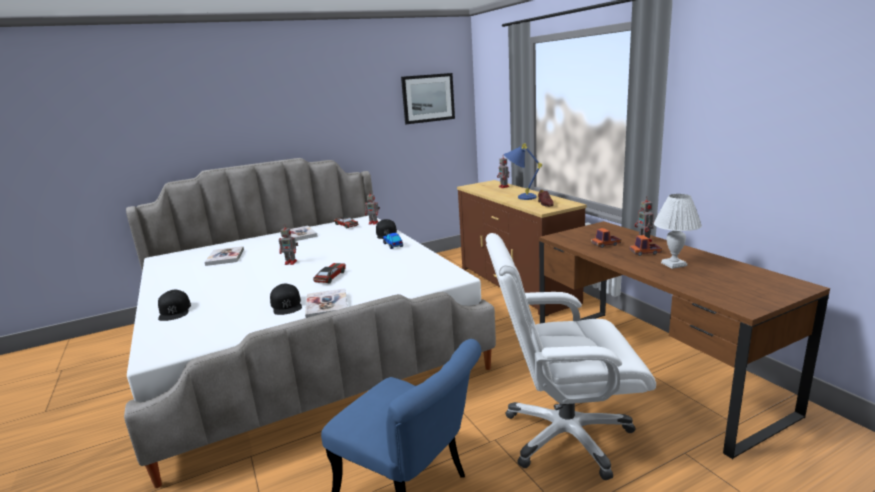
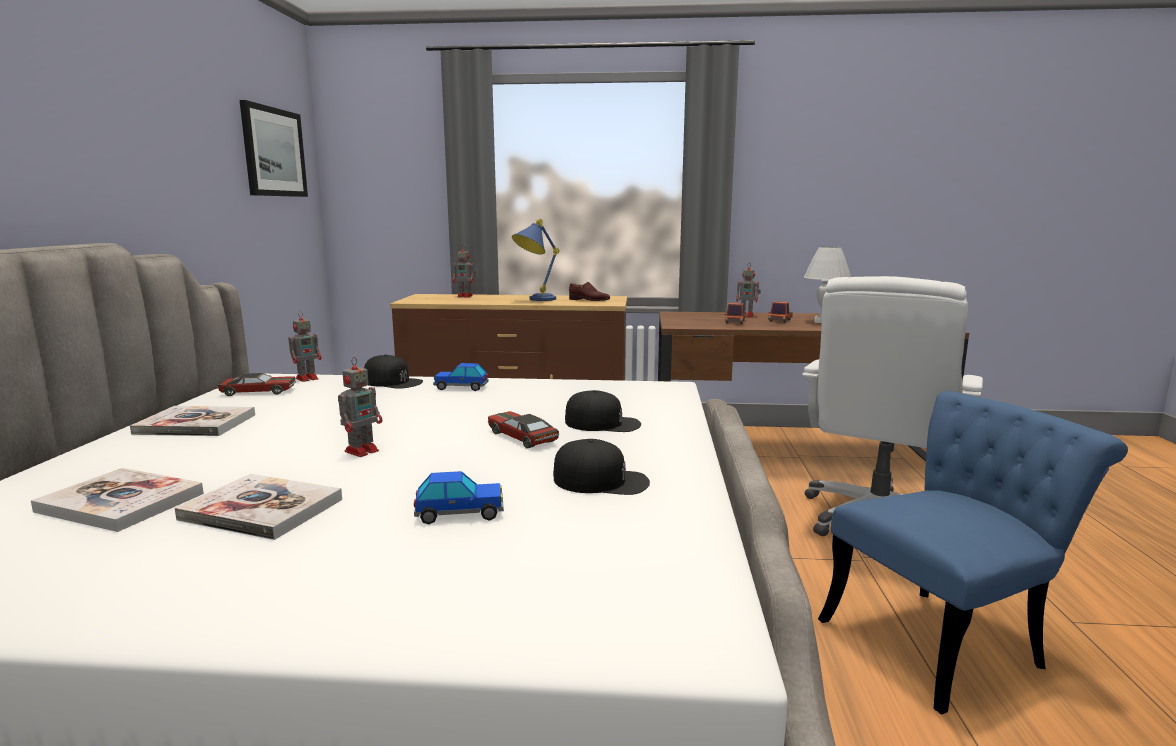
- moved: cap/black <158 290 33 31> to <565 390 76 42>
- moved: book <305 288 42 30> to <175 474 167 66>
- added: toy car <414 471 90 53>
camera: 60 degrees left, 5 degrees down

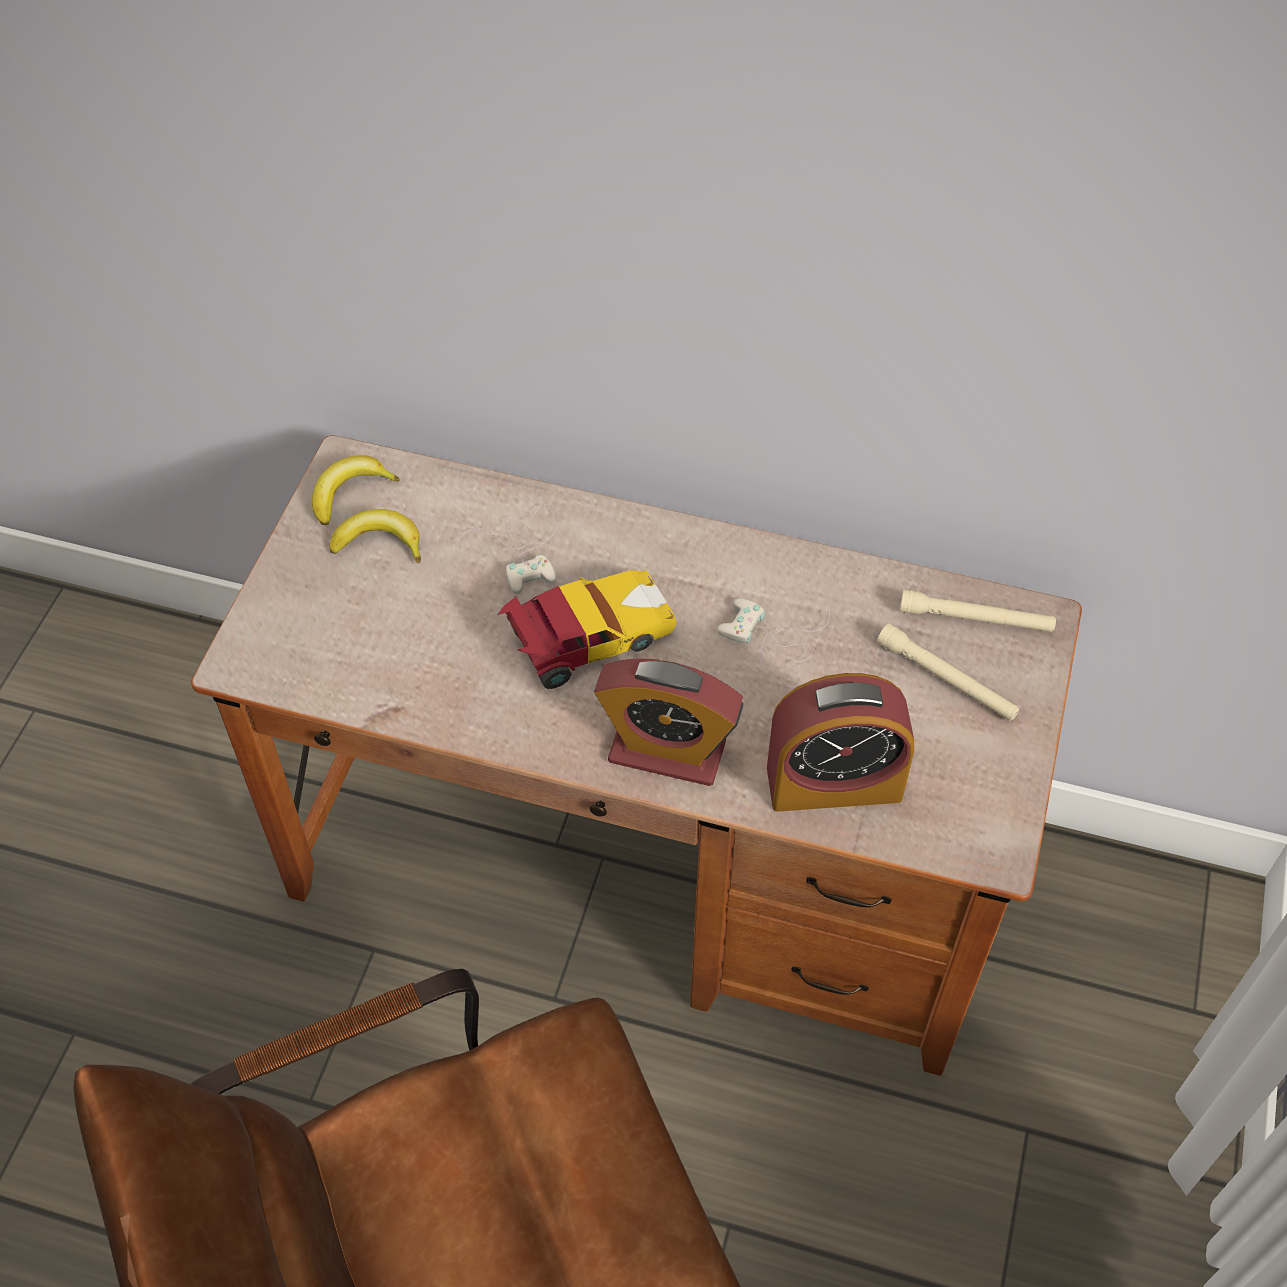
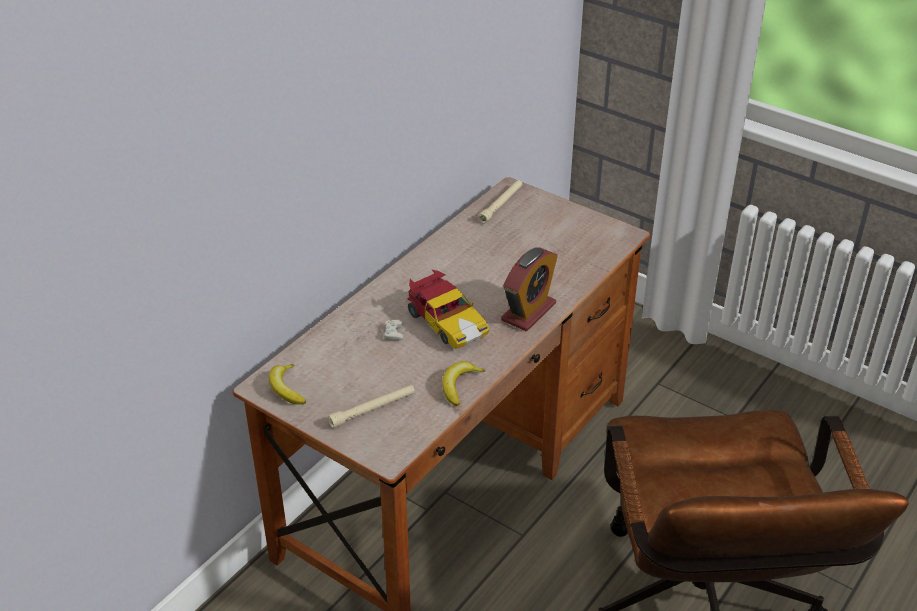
- moved: banana <329 509 92 55> to <442 361 44 45>
- turned: toy car <498 570 179 119> = <407 269 83 80> 150 degrees clockwise
- removed: game controller/white <717 598 113 90>
- removed: alarm clock <767 673 147 139>
- moved: flashlight/beige <877 624 142 97> to <328 385 87 43>
camera: 70 degrees left, 15 degrees down

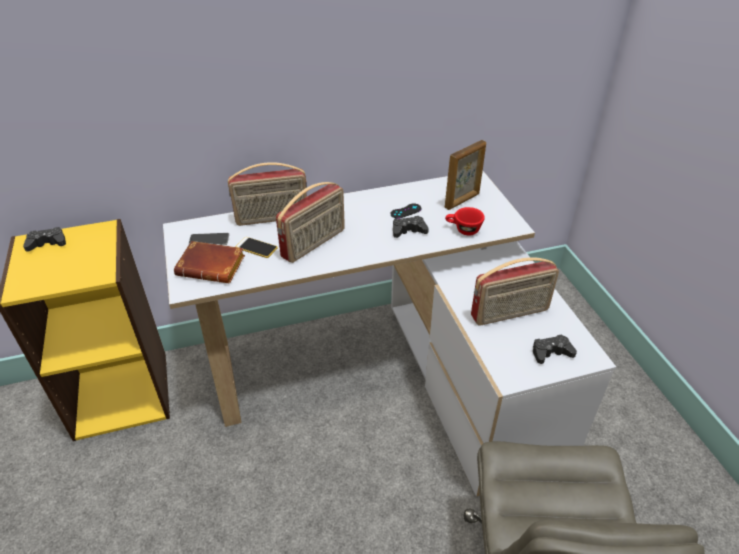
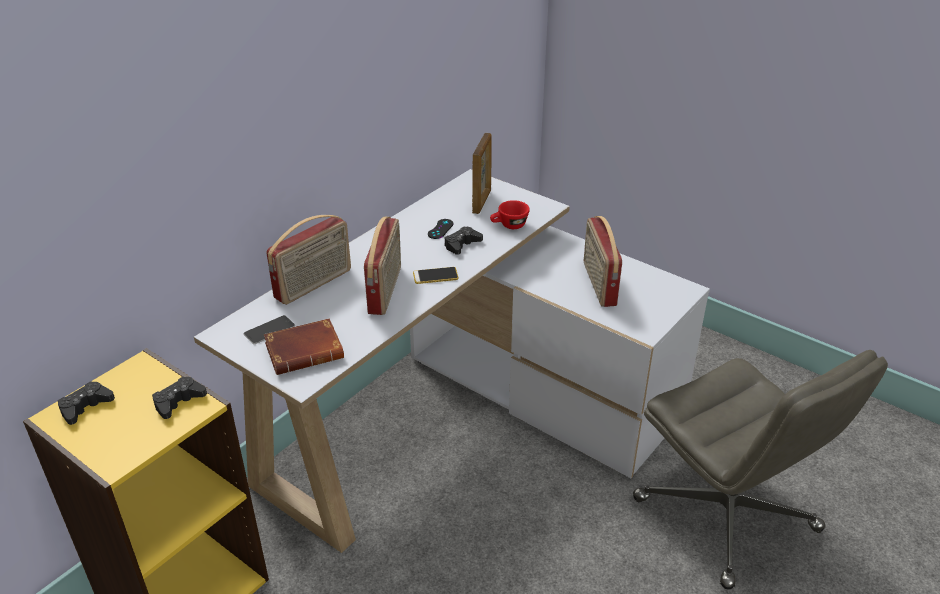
- moved: phone <235 237 43 21> to <413 267 46 17>
- turned: radio <471 257 88 69> = <584 216 38 91> 135 degrees clockwise
- moved: game controller/black <533 334 44 30> to <152 376 55 43>
camera: 35 degrees left, 5 degrees down

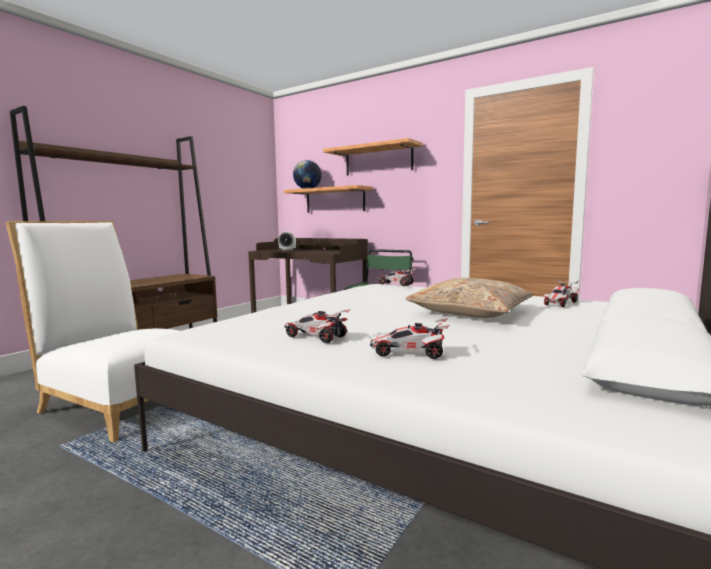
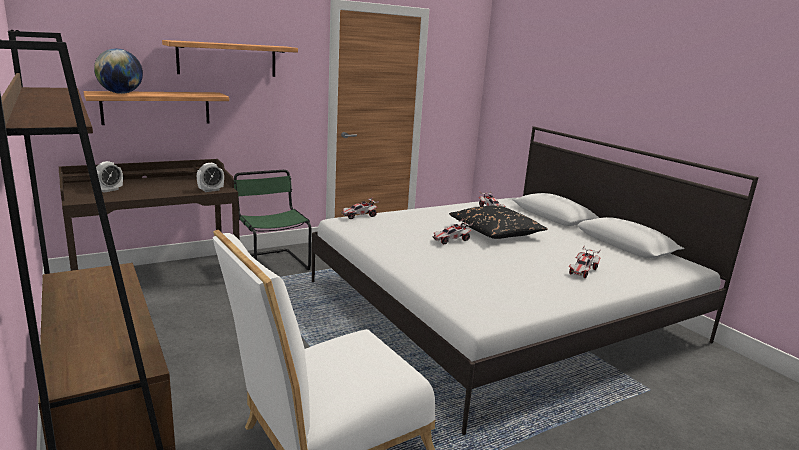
- moved: toy car <284 309 66 34> to <433 219 40 25>
- recoloured: pillow/beige <405 278 129 40> to pillow/black <449 205 99 34>
- added: alarm clock <197 163 27 29>
camera: 65 degrees left, 10 degrees up

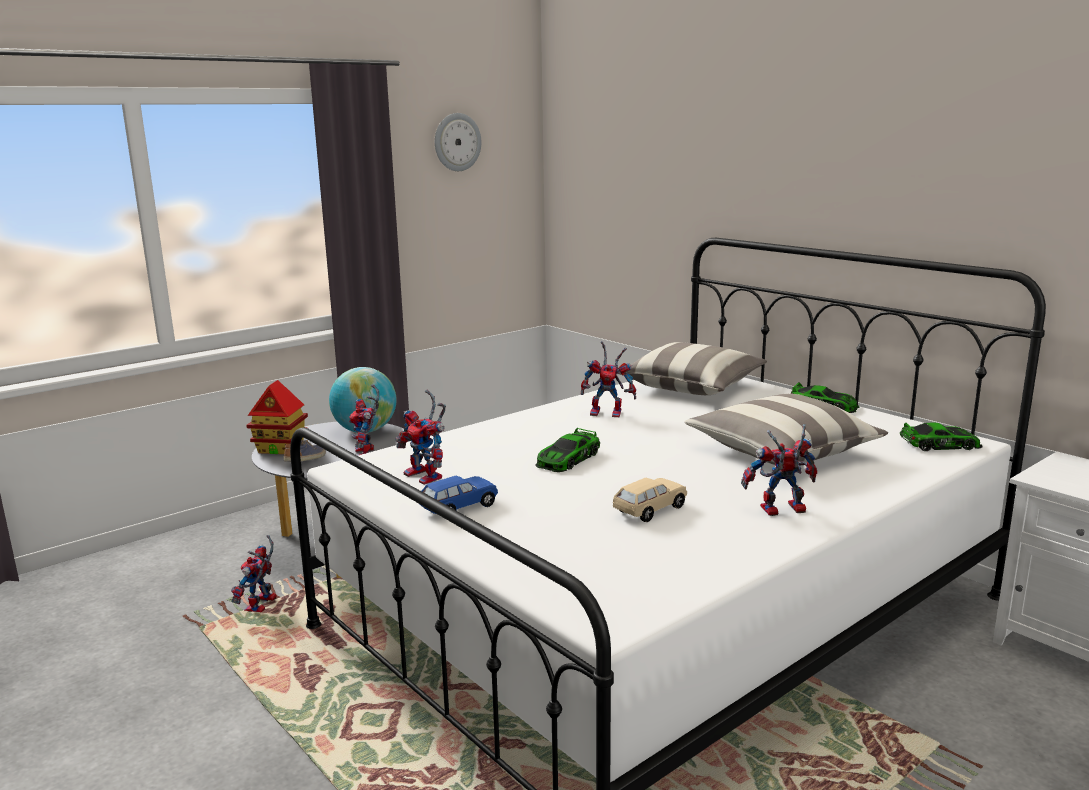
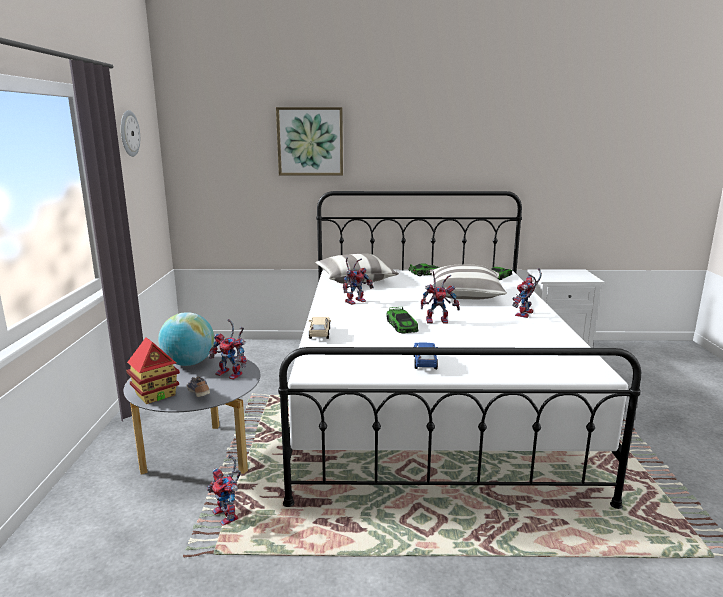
- moved: toy robot <395 390 51 95> to <421 271 39 52>
- moved: toy car/beige <613 478 74 44> to <309 317 22 22>
- added: picture <276 107 67 68>
camera: 50 degrees left, 0 degrees up

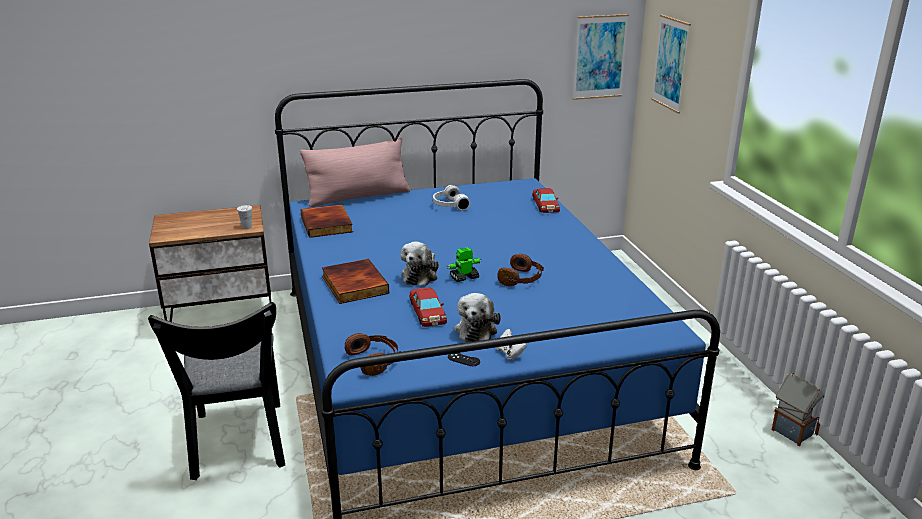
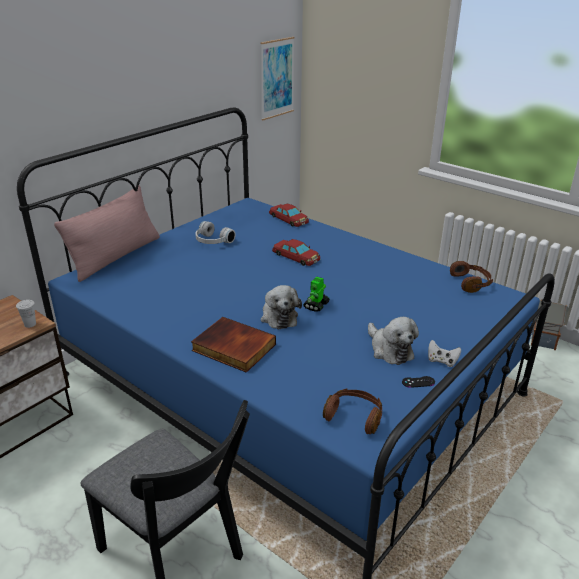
- removed: book <301 204 52 34>
- moved: toy car/red <409 287 38 40> to <272 239 48 27>
- moved: headphones/brown <497 254 47 32> to <450 261 43 32>
- removed: picture <651 15 40 99>
camera: 35 degrees left, 5 degrees up

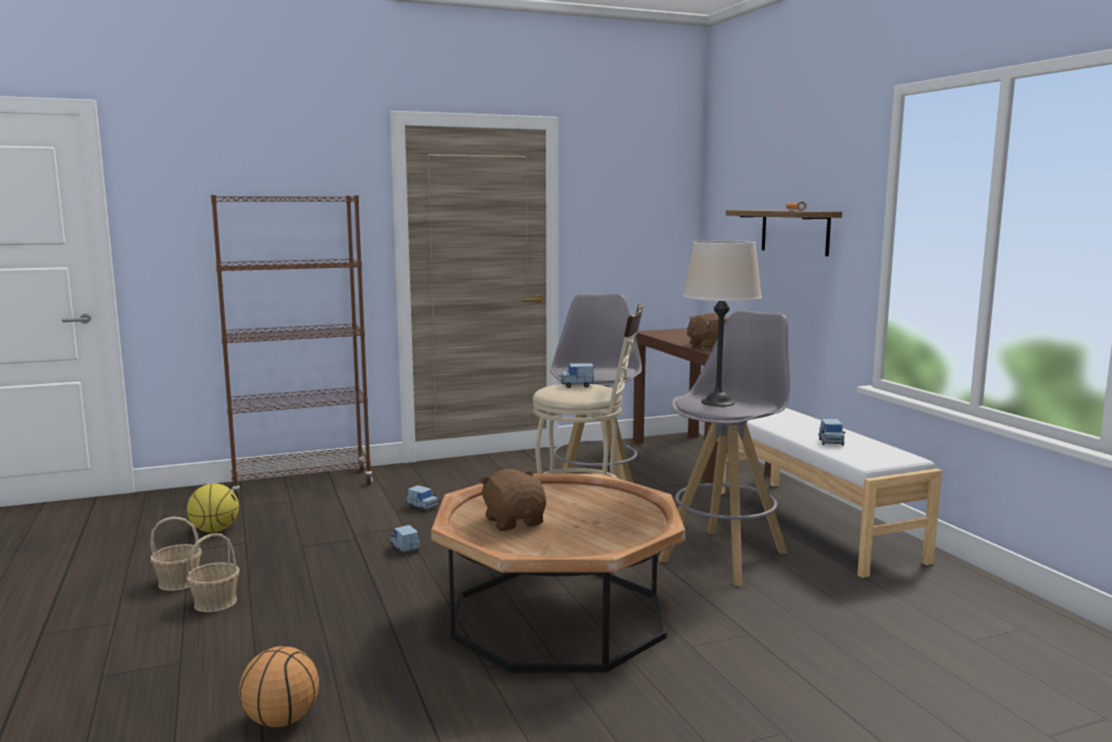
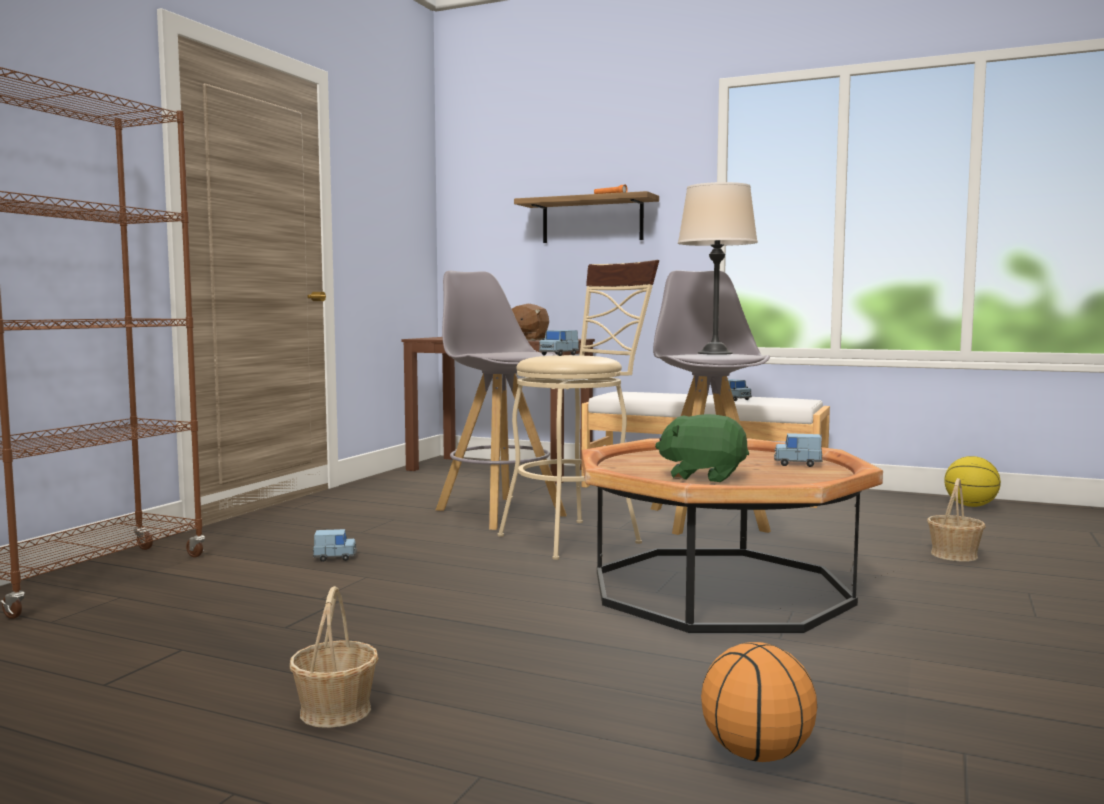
- moved: basket <150 517 52 74> to <927 478 59 84>
- moved: basketball <187 483 52 49> to <944 456 57 51>
- moved: toy car/blue <391 525 30 29> to <774 433 49 34>
- recoloured: plush toy/brown <479 469 67 62> to plush toy/green <655 414 94 68>
camera: 45 degrees left, 5 degrees down

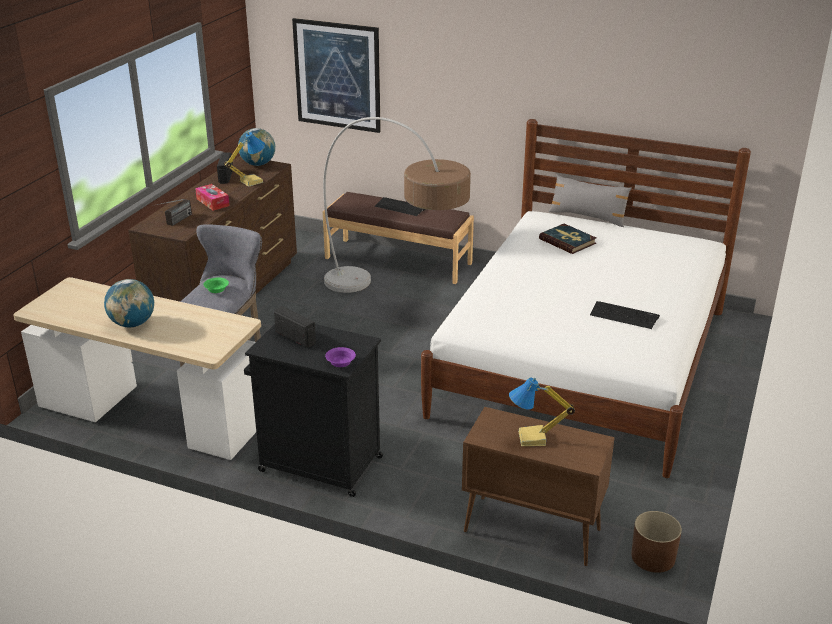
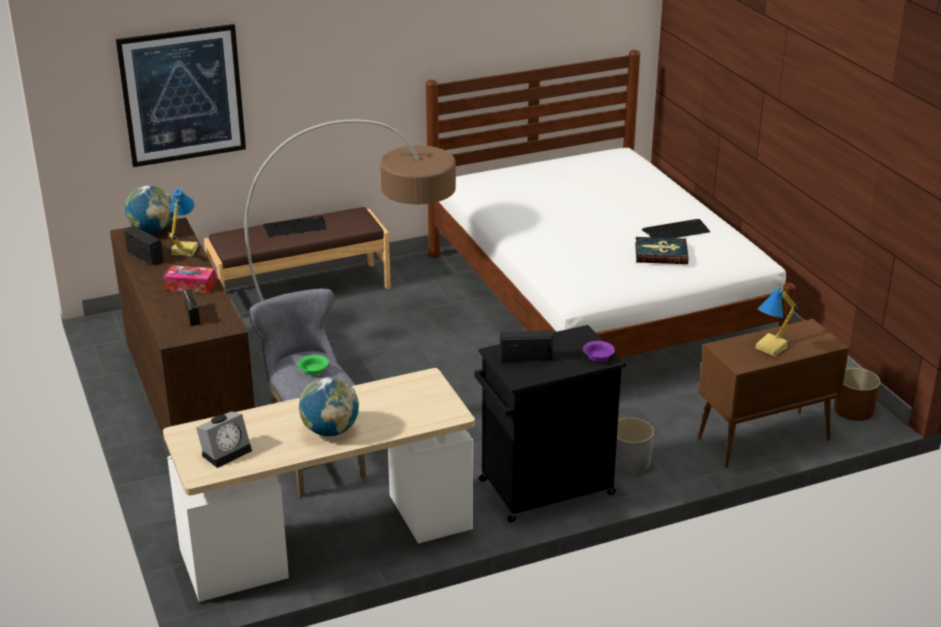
- moved: book <539 224 57 30> to <635 237 54 27>
- removed: pillow/grey <549 174 83 53>
- added: alarm clock <196 411 56 57>
- added: planter/grey <615 417 39 57>
camera: 45 degrees left, 0 degrees up

